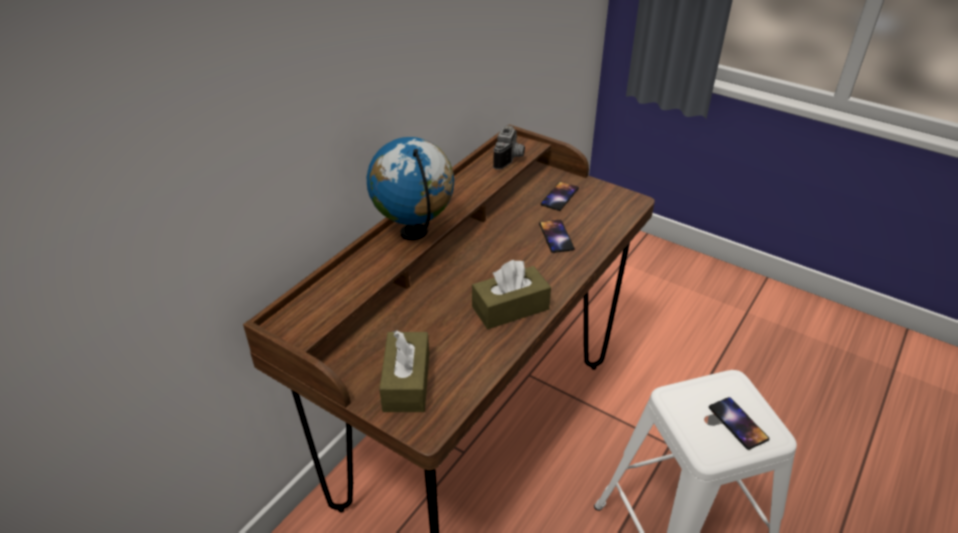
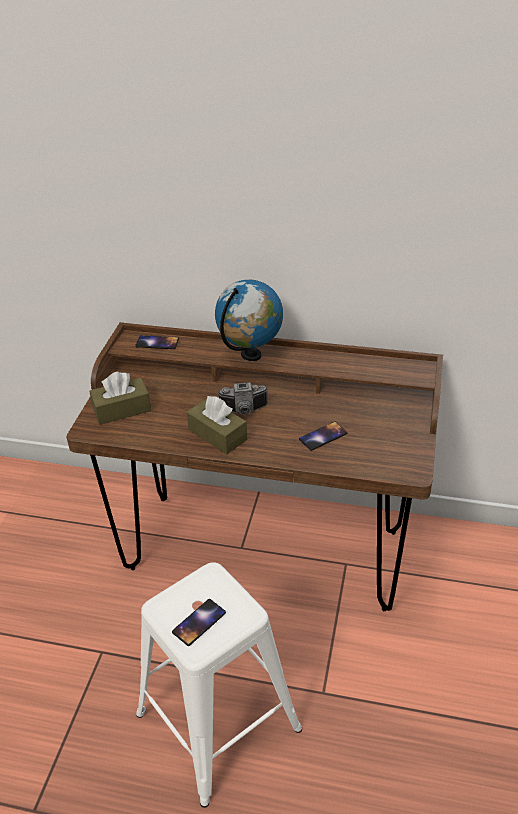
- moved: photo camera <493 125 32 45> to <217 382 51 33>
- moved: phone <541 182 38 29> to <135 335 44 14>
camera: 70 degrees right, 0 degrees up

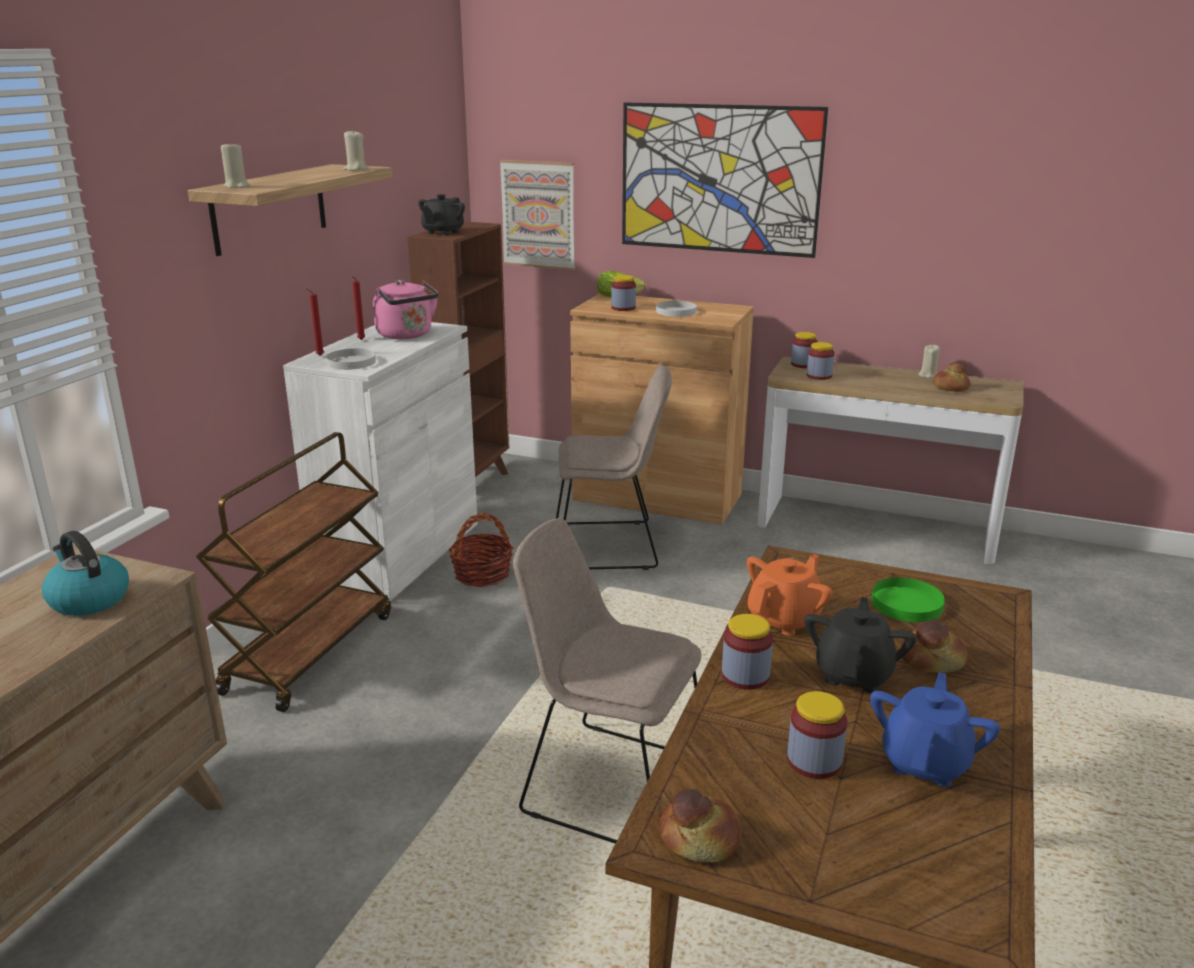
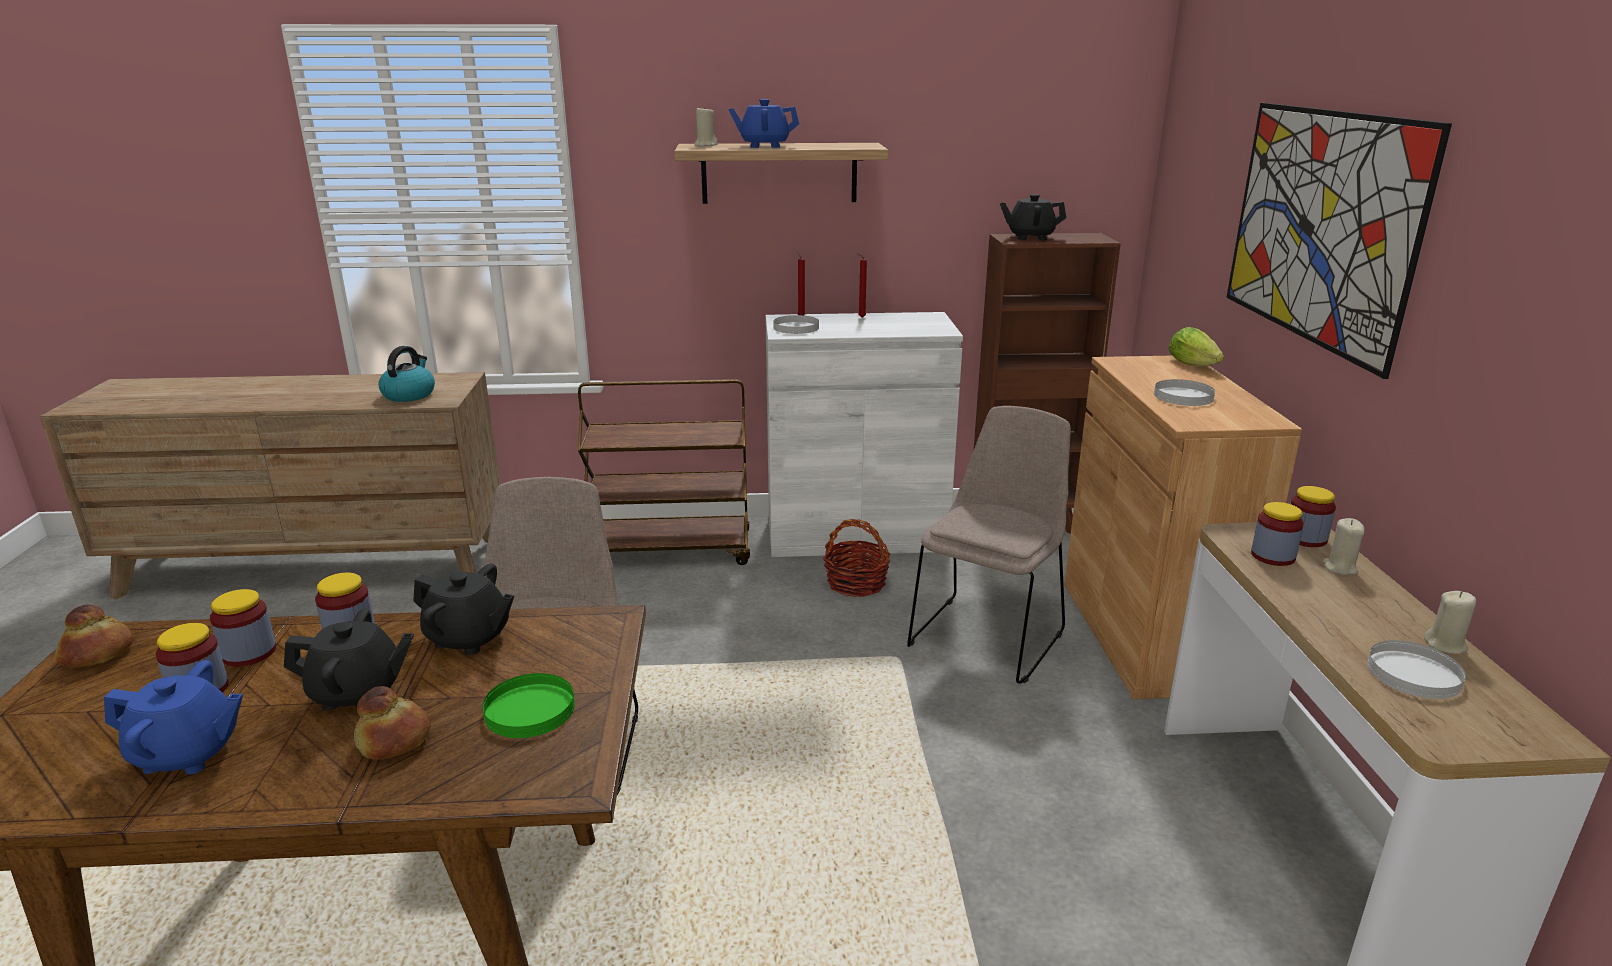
- moved: candle/beige <343 129 26 42> to <1322 518 43 57>
- removed: kettle/pink <373 280 65 59>
- removed: picture <499 160 76 110>
- turned: chair/beige <556 365 116 205> = <907 406 164 278> 120 degrees counterclockwise
- moved: jar <611 275 25 36> to <210 589 66 78>
- recoloured: teapot/orange <747 554 86 82> to teapot/black <413 564 101 91>
- replaced: bread <933 361 37 31> to plate/white <1367 640 99 59>
- added: teapot/blue <728 99 71 49>
camera: 65 degrees right, 0 degrees up

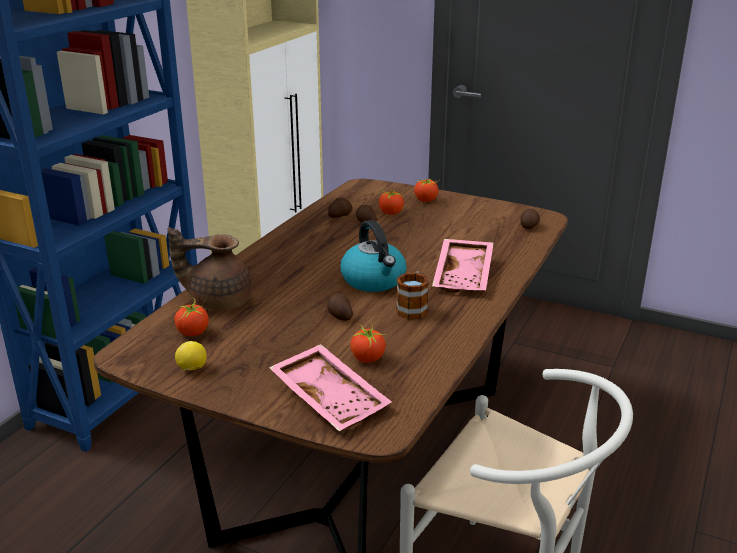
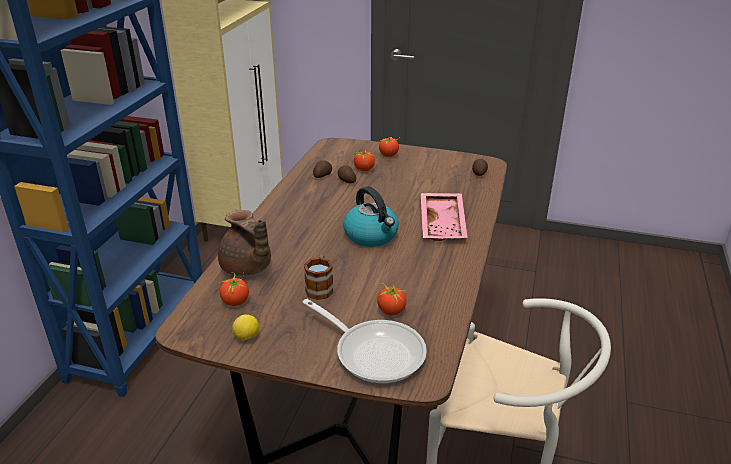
- turned: teapot/brown <168 227 84 84> = <218 210 53 66> 120 degrees counterclockwise
- replaced: tray/pink <269 344 123 87> to frying pan <303 299 124 85>
- removed: potato <327 293 26 28>
- moved: mug <396 271 33 49> to <304 254 29 46>
camera: 10 degrees left, 5 degrees up

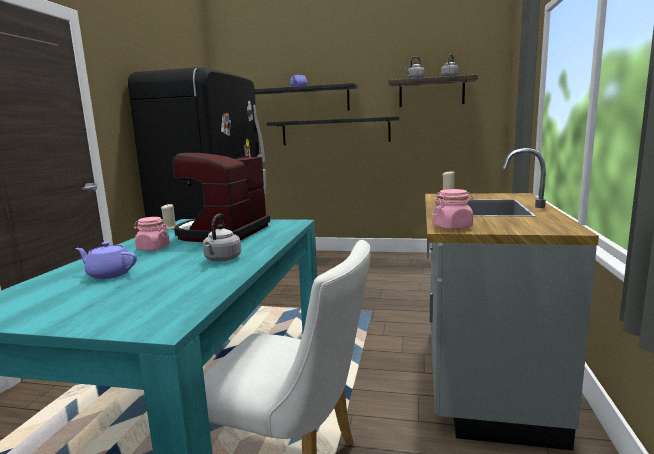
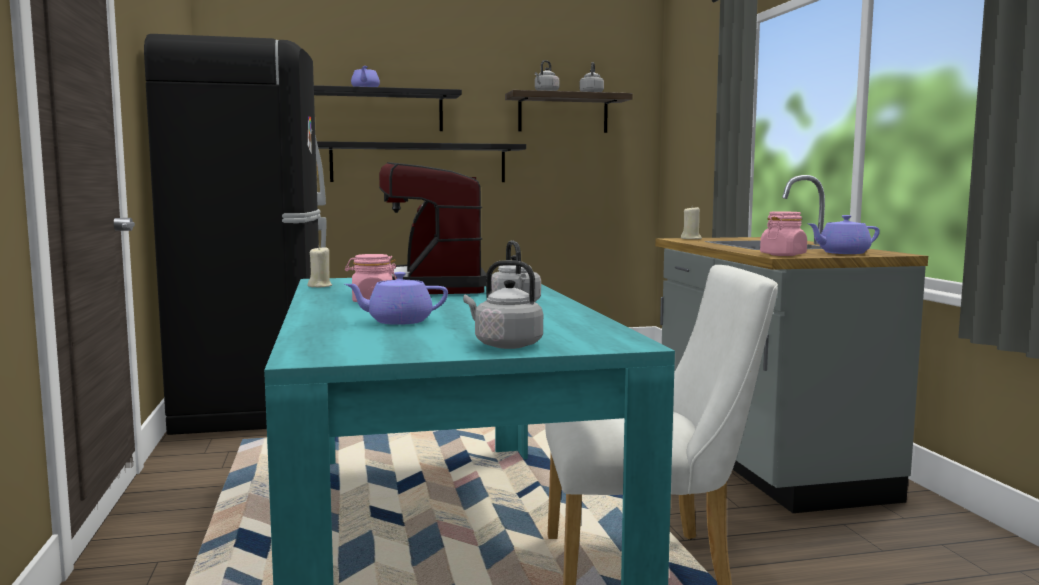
- added: kettle/grey <463 260 80 89>
- added: teapot/purple <807 215 73 39>
camera: 25 degrees left, 5 degrees down

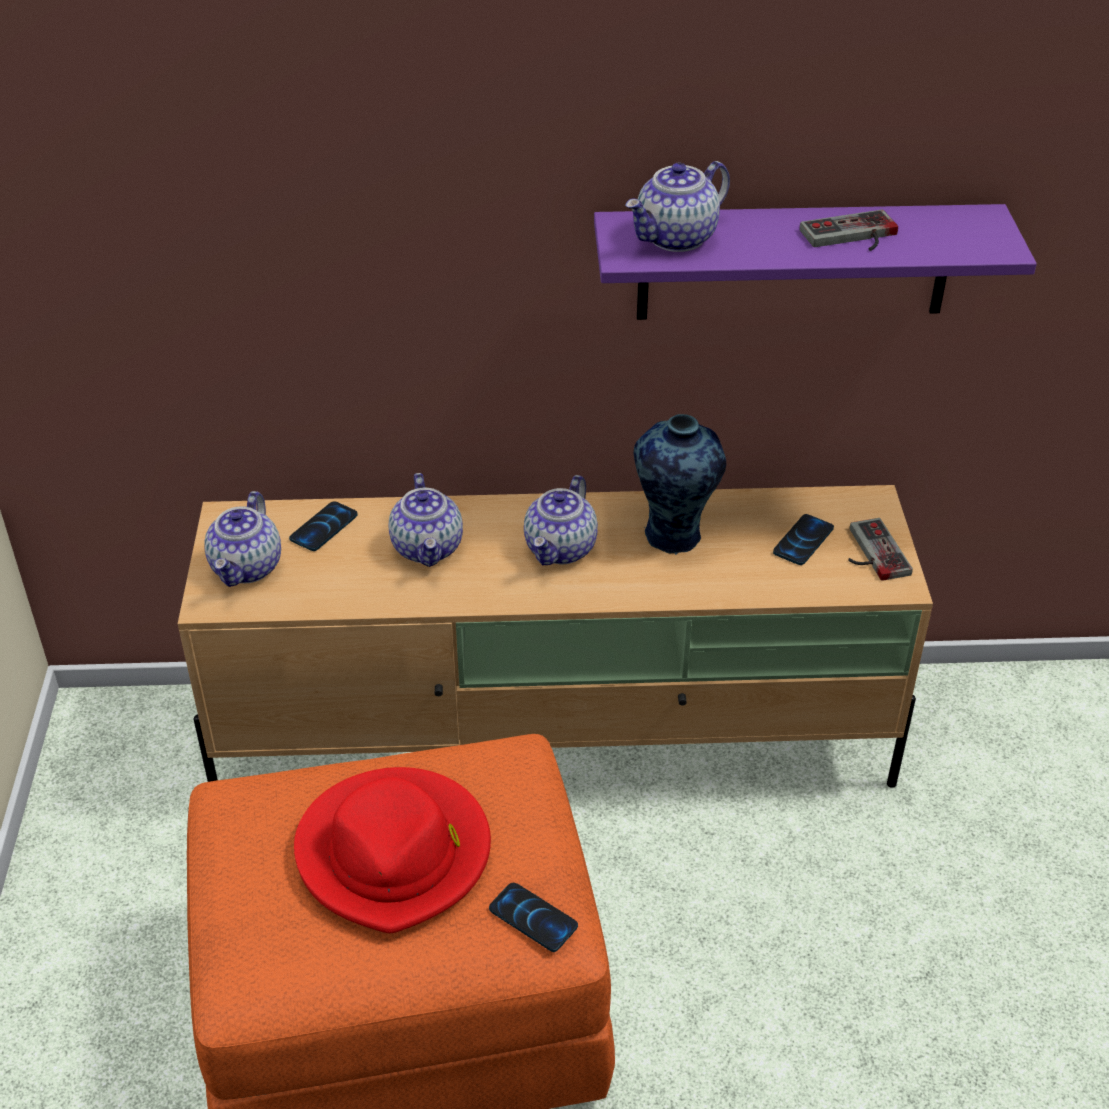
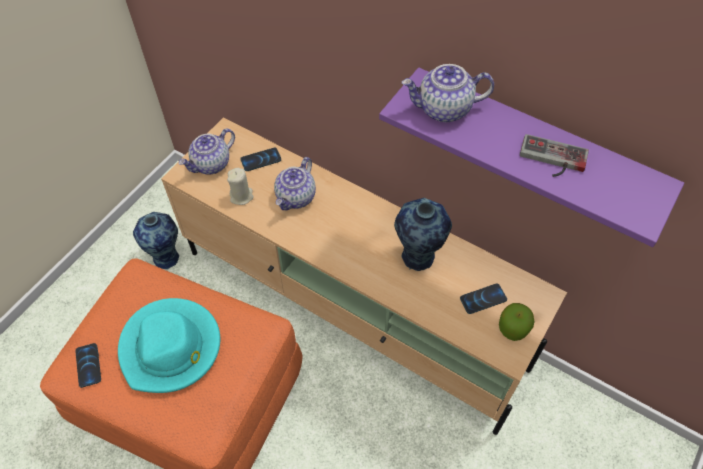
- recoloured: hat/red <294 767 197 166> to hat/turquoise <118 298 102 95>
- moved: phone <489 883 89 69> to <75 343 26 45>
- removed: teapot <524 475 74 90>
- replaced: game controller <848 518 65 63> to apple <499 303 35 38>
- added: vase <133 212 46 57>
- added: candle/beige <227 168 27 37>
camera: 35 degrees right, 15 degrees up

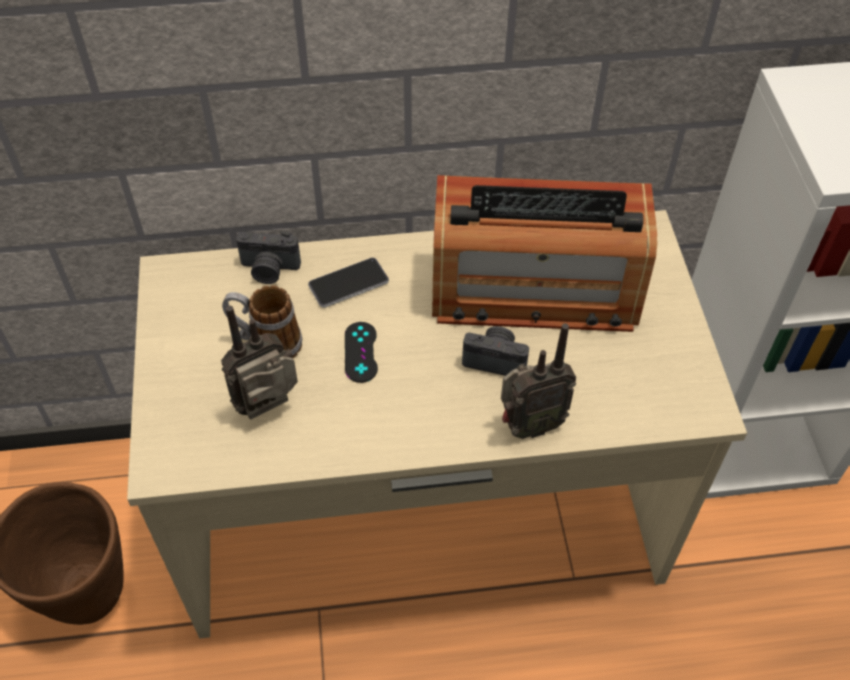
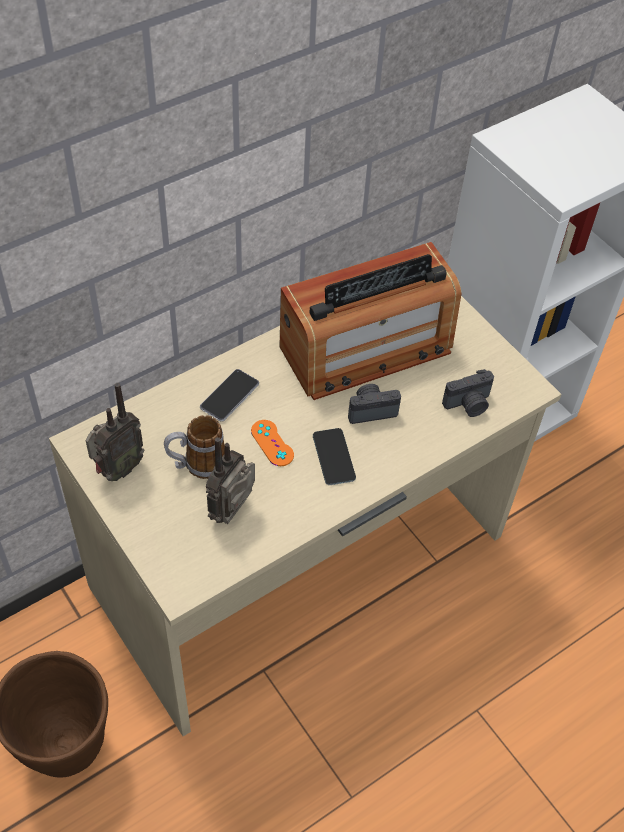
- moved: photo camera <236 231 65 53> to <442 369 52 48>
- recoloured: game controller/black <345 322 33 61> to game controller/orange <251 420 43 46>
- moved: radio <501 323 75 116> to <85 383 59 98>
- added: phone <313 428 43 57>
camera: 30 degrees left, 0 degrees up

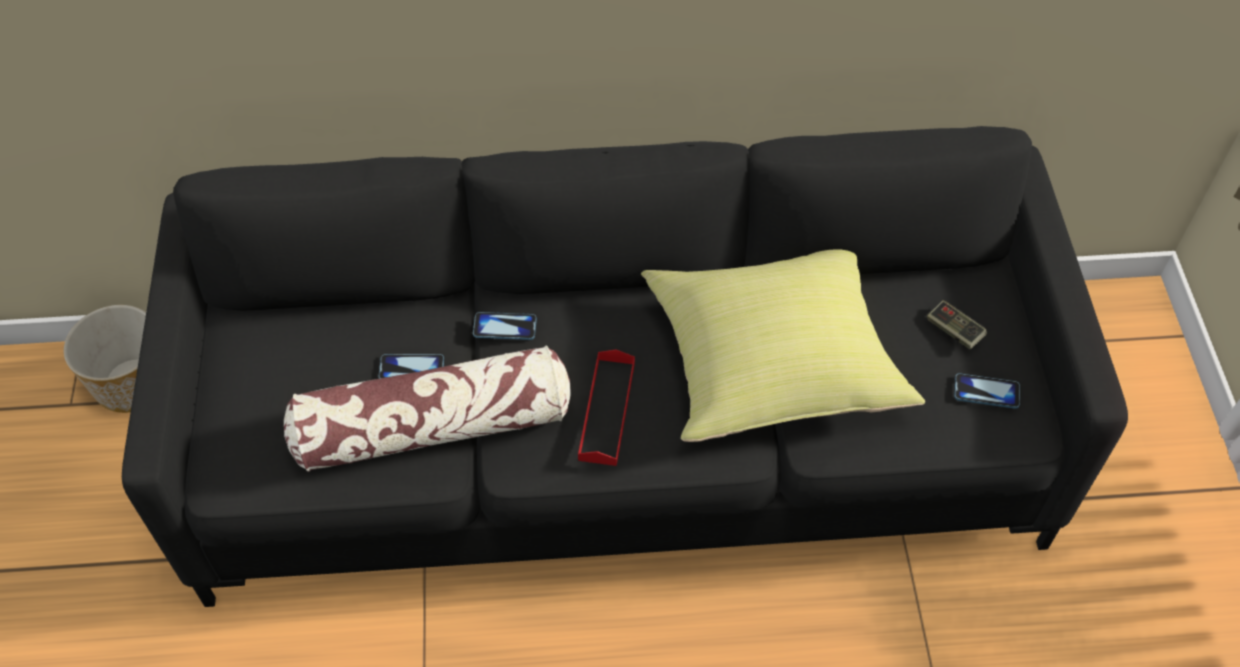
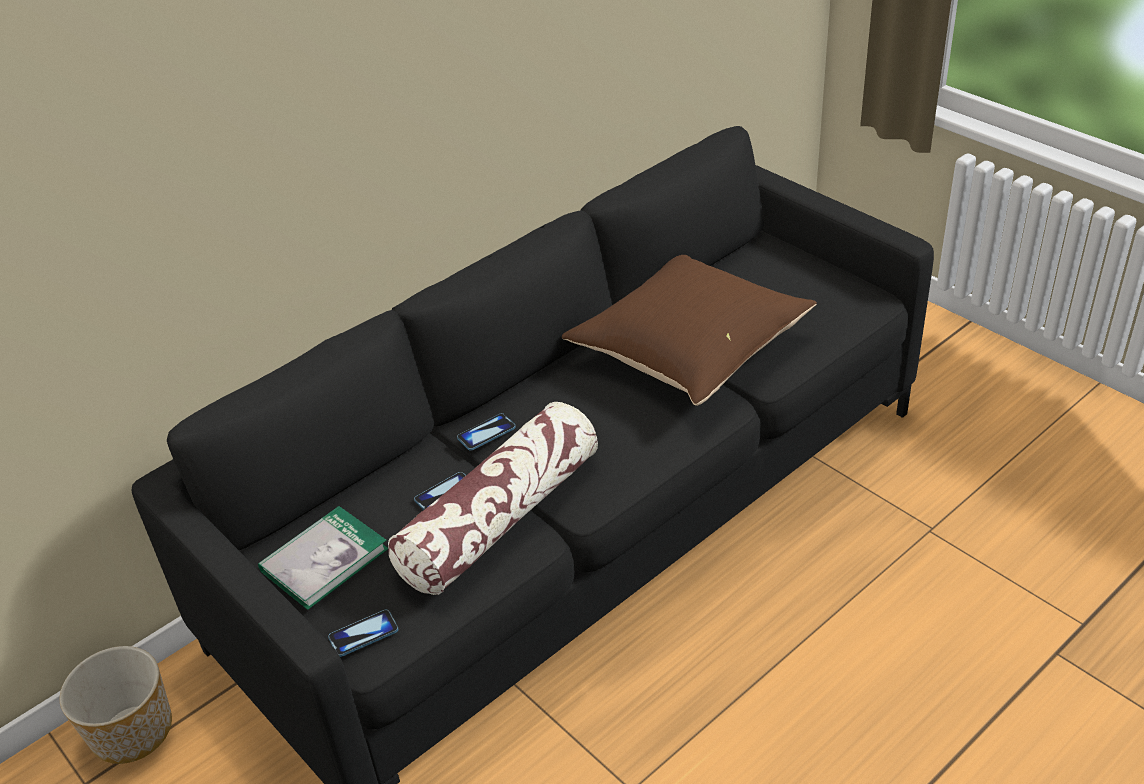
- removed: tray/red <578 349 57 117>
- recoloured: pillow/yellow <641 249 284 193> to pillow/brown <562 255 255 151>
- removed: game controller <927 300 60 50>
- moved: phone <954 373 66 36> to <328 610 70 47>
- added: book <258 506 130 104>
camera: 35 degrees left, 15 degrees down

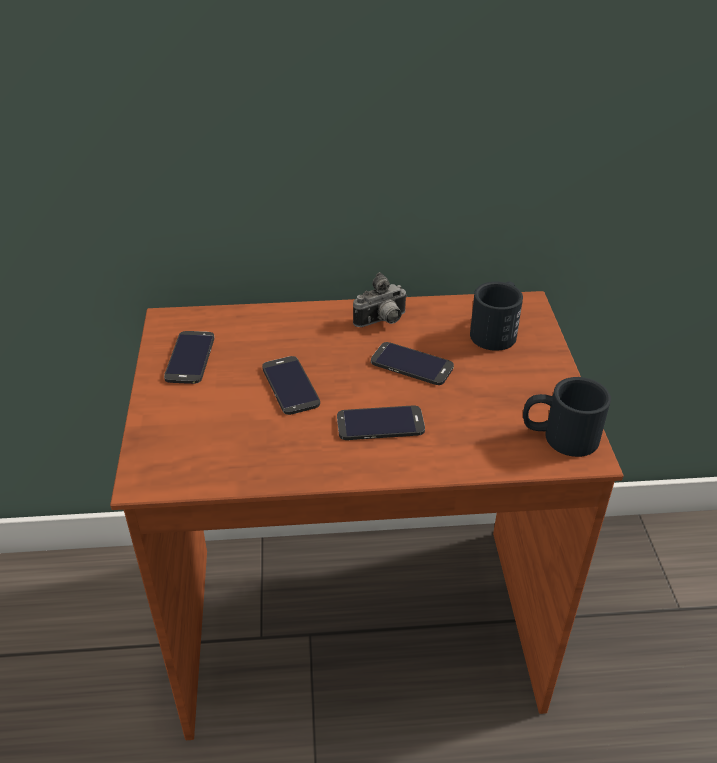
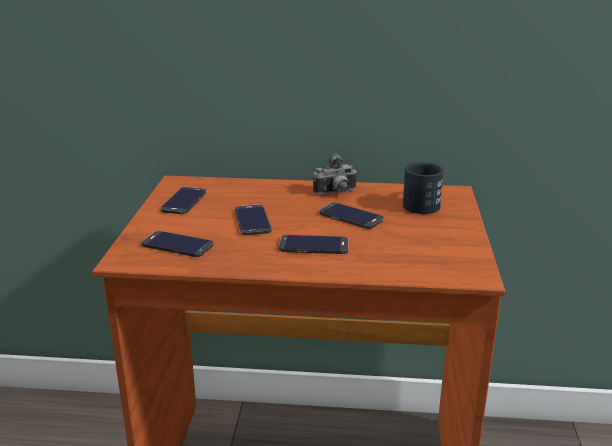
- removed: mug/black <523 377 88 80>
- added: phone <142 231 71 26>
camera: 10 degrees right, 15 degrees down

